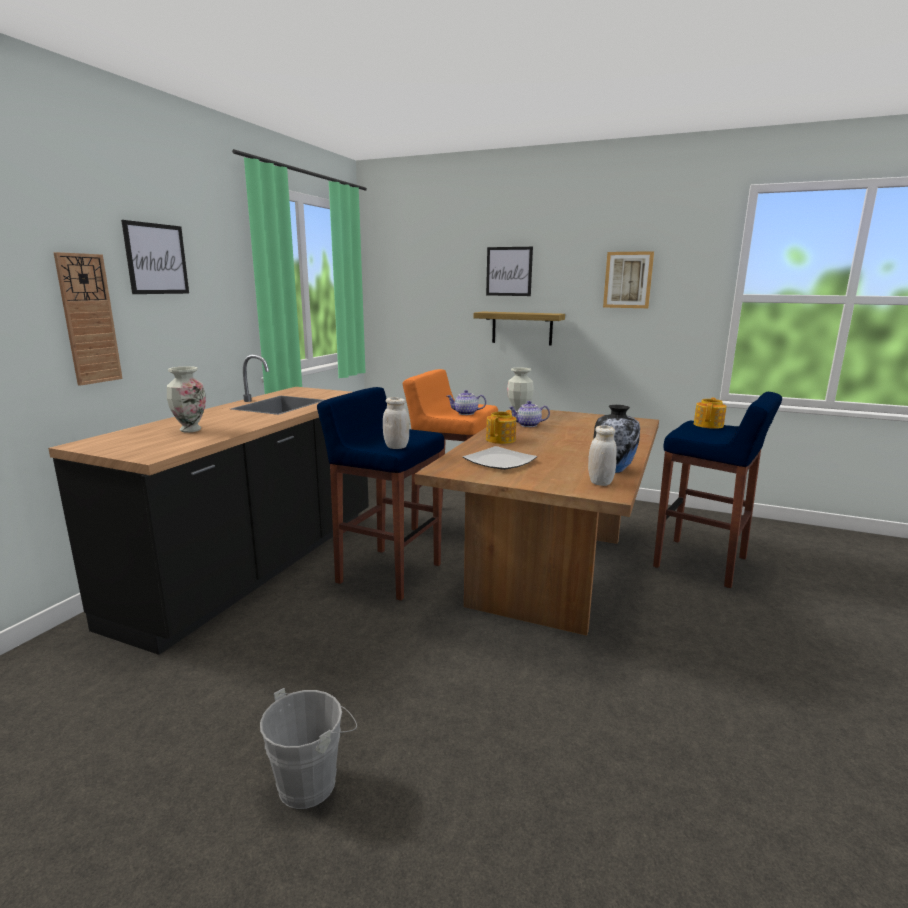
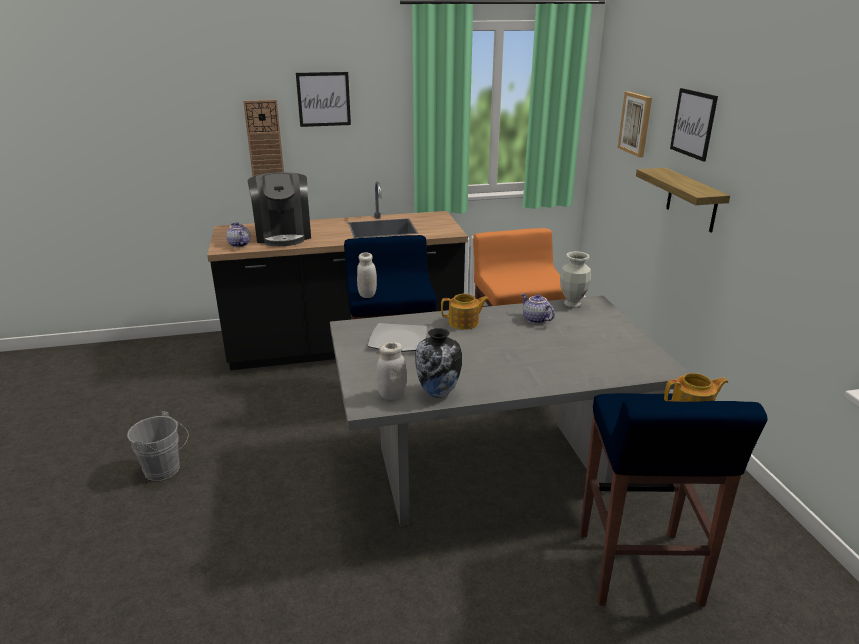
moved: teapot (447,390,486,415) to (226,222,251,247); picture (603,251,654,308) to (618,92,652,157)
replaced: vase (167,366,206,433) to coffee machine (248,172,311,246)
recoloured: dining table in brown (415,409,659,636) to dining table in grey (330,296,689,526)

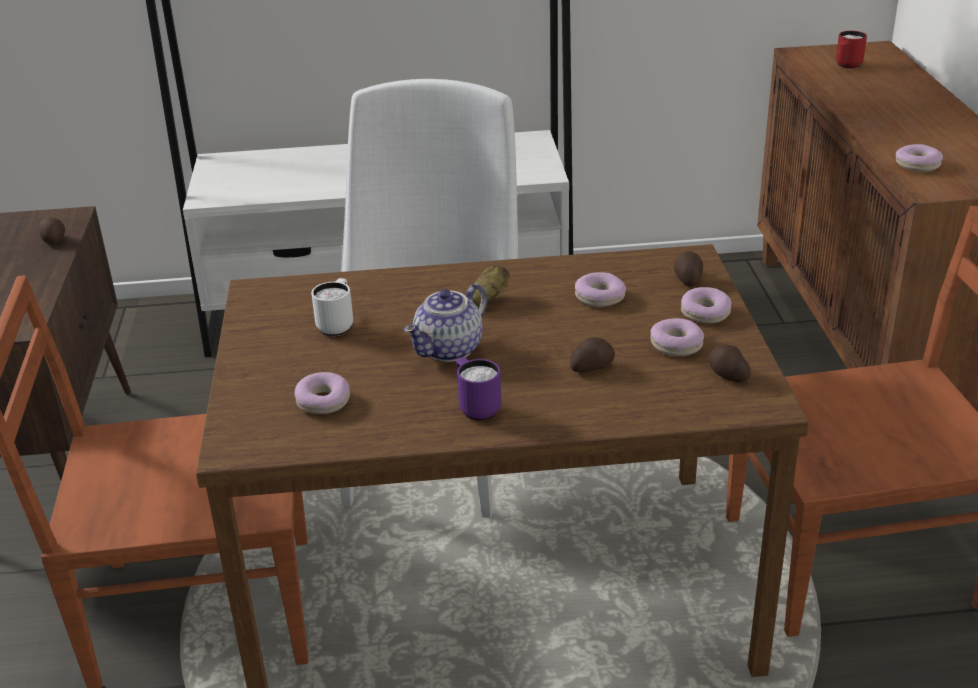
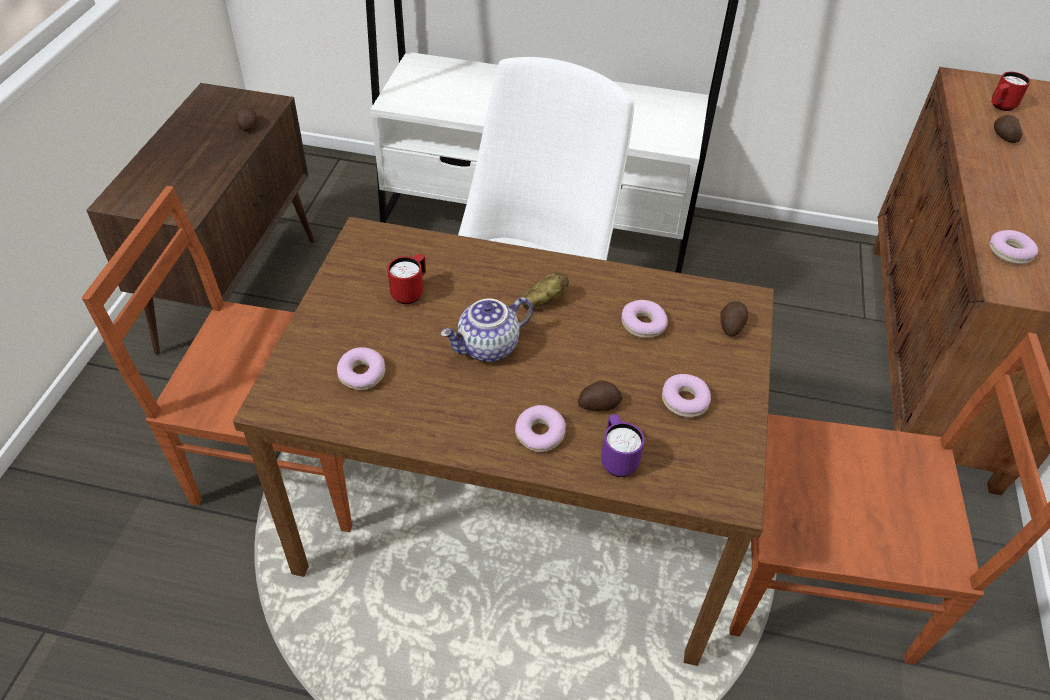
moved: donut (681,287,732,323) to (515,405,566,452); mug in purple (456,357,501,421) to (601,414,644,477); potato (708,344,751,383) to (994,115,1023,143)
recoloured: mug in white (311,278,353,336) to mug in red (387,254,426,304)

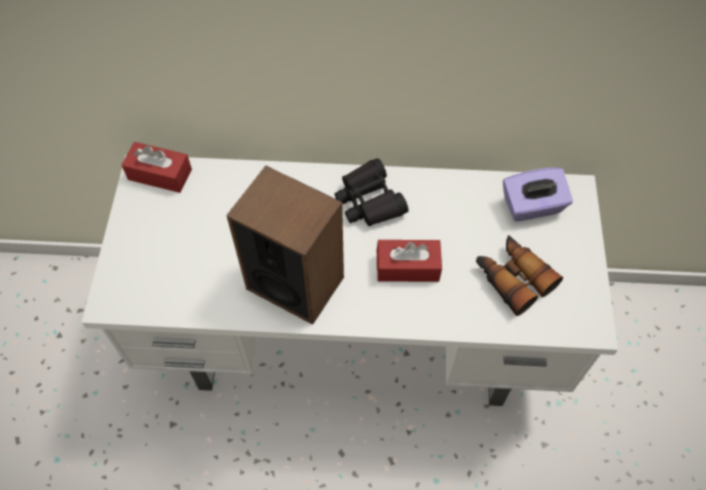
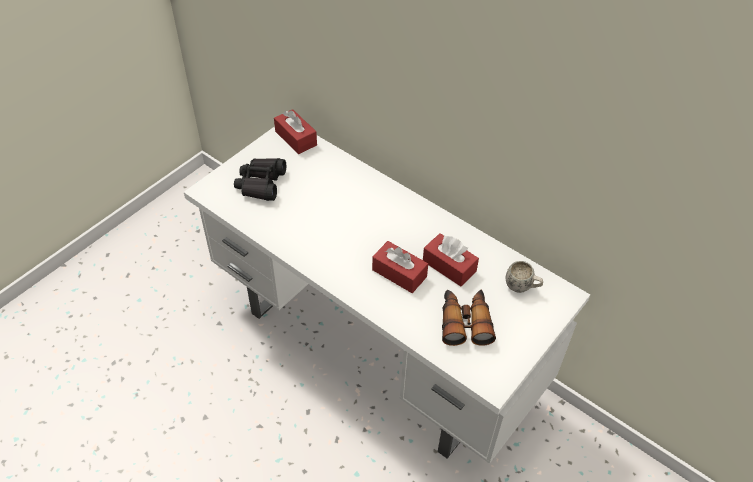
removed: speaker (226,165,344,325)
added: tissue box in red (423,233,479,287)
moved: binoculars in black (335,158,409,226) to (234,158,286,201)
replaced: tissue box in purple (503,167,573,221) to mug in white (506,261,543,293)

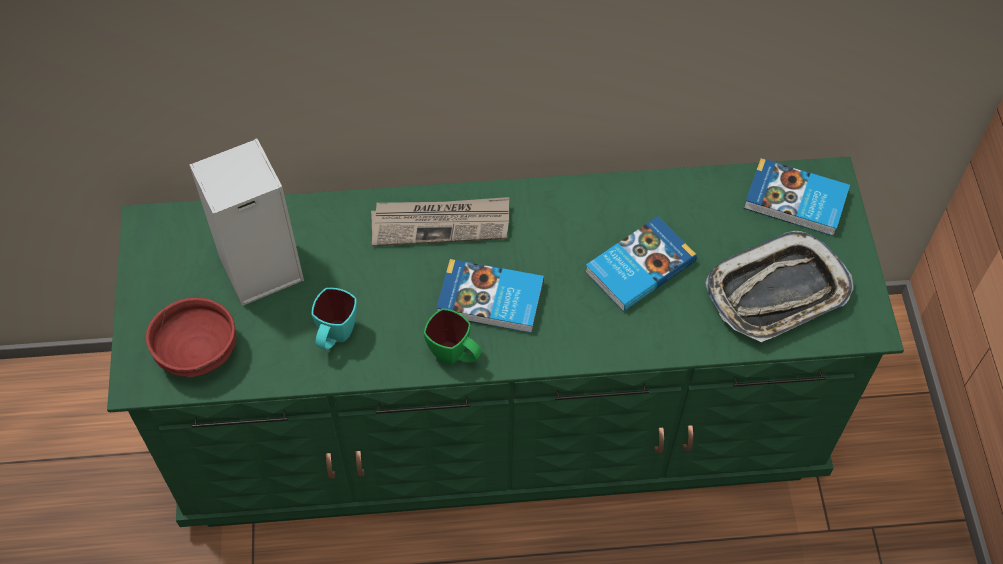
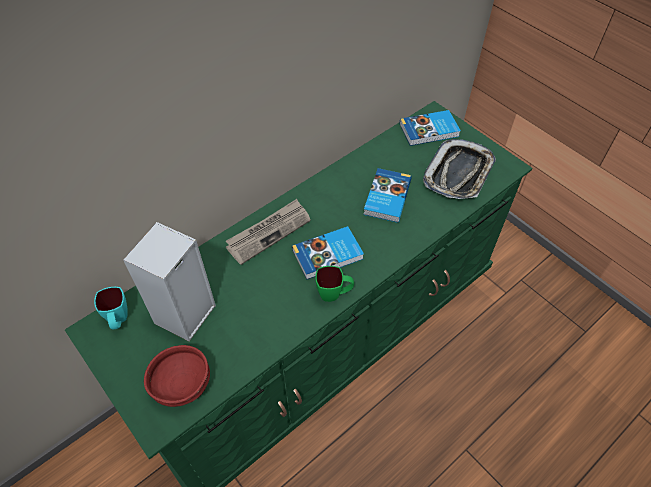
moved: mug in turquoise (312,288,357,350) to (94,287,128,329)

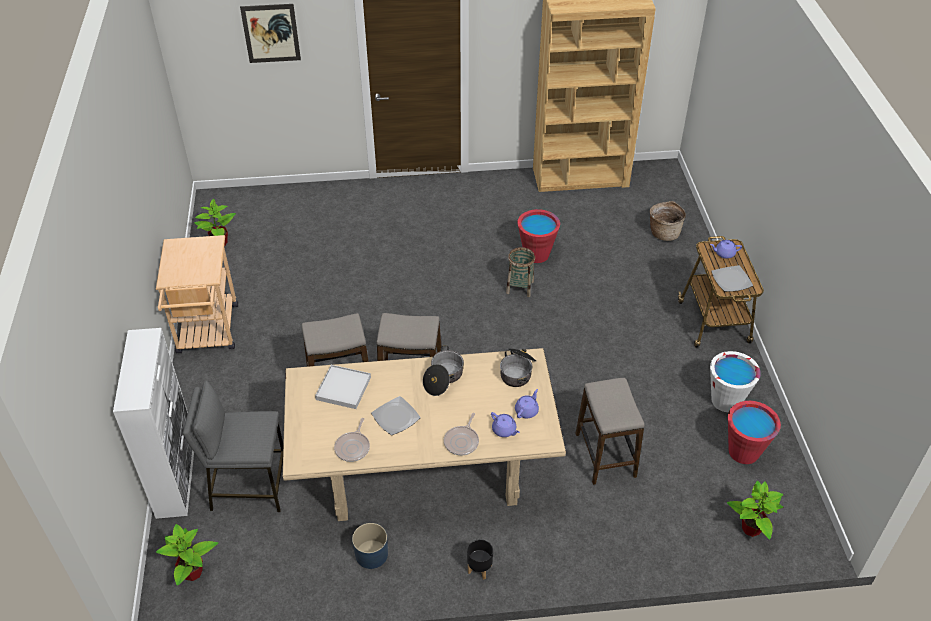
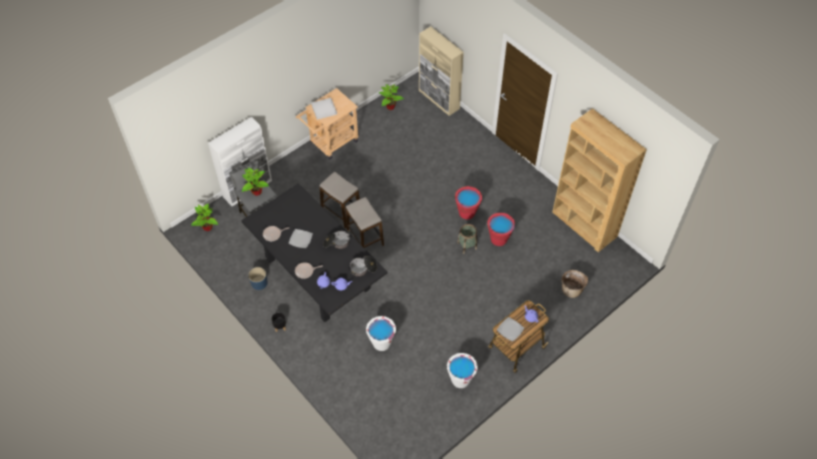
removed: picture (240,4,301,63)
added: cabinet in beige (419,26,464,116)
moved: potted plant (727,481,784,540) to (242,168,269,196); tray in white (315,365,371,409) to (311,98,337,120); bucket in red (728,401,781,464) to (455,186,482,219)
replaced: stool (575,378,645,485) to bucket in white (366,316,396,351)
recoloured: dining table in beige (283,348,566,521) to dining table in black (241,183,387,322)

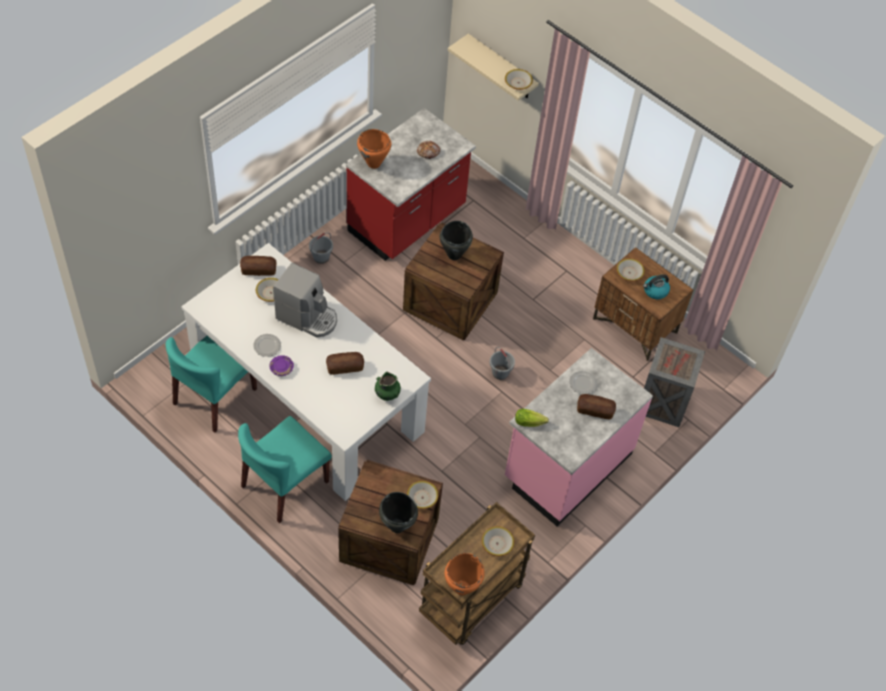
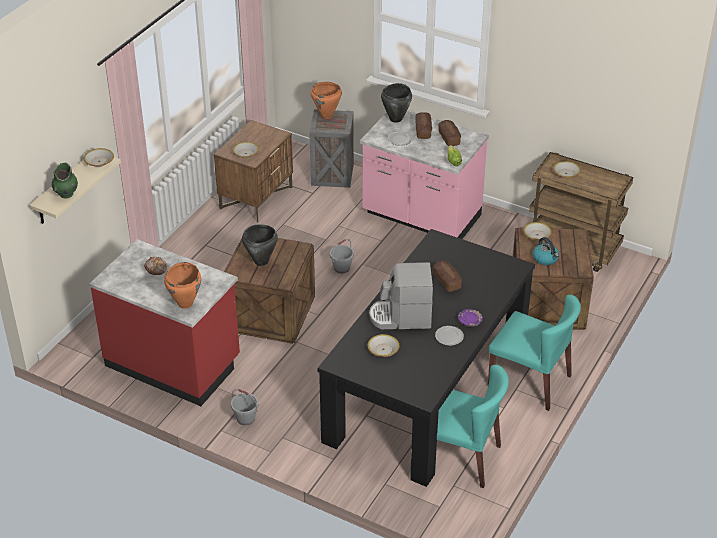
moved: vase in green (375,372,401,401) to (52,163,78,198); cooking pot in orange (445,553,485,595) to (311,82,342,119); cooking pot in black (379,492,418,533) to (381,83,412,123); bread (240,256,276,276) to (438,120,461,146); kettle (643,274,670,299) to (533,237,559,265)
recoloured: dining table in white (181,243,431,501) to dining table in black (317,229,535,487)
turned: coffee machine (273,263,337,337) = (369,262,433,329) 105 degrees counterclockwise

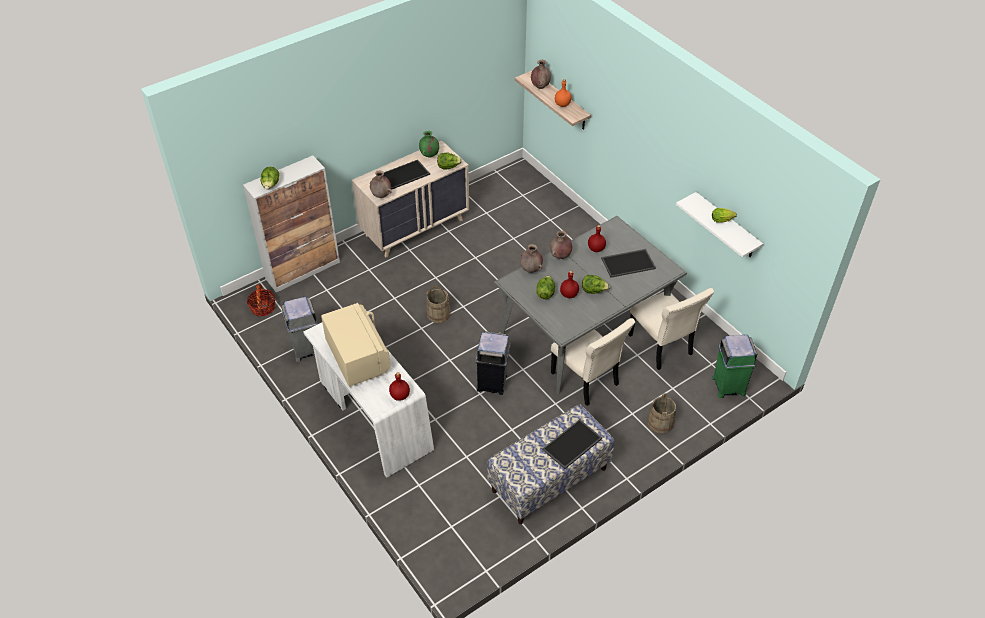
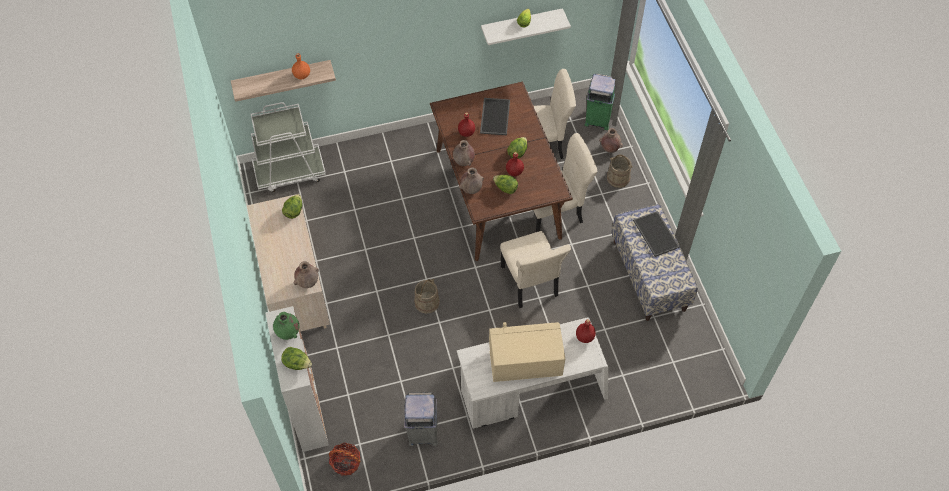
removed: tray (383,160,430,190)
added: cart in white (251,102,326,192)
moved: vase in green (419,131,439,158) to (273,312,299,340); vase in brown (531,60,551,89) to (599,128,623,153)
replaced: trash can in grey (475,331,511,395) to chair in beige (500,231,571,308)
recoloured: dining table in grey (494,216,687,394) to dining table in brown (430,82,573,261)

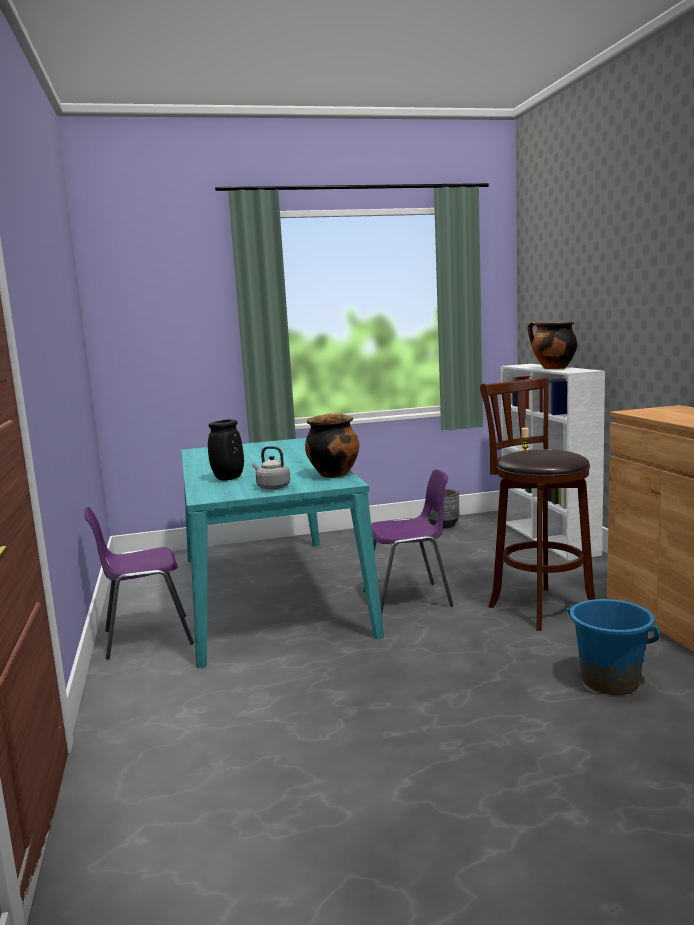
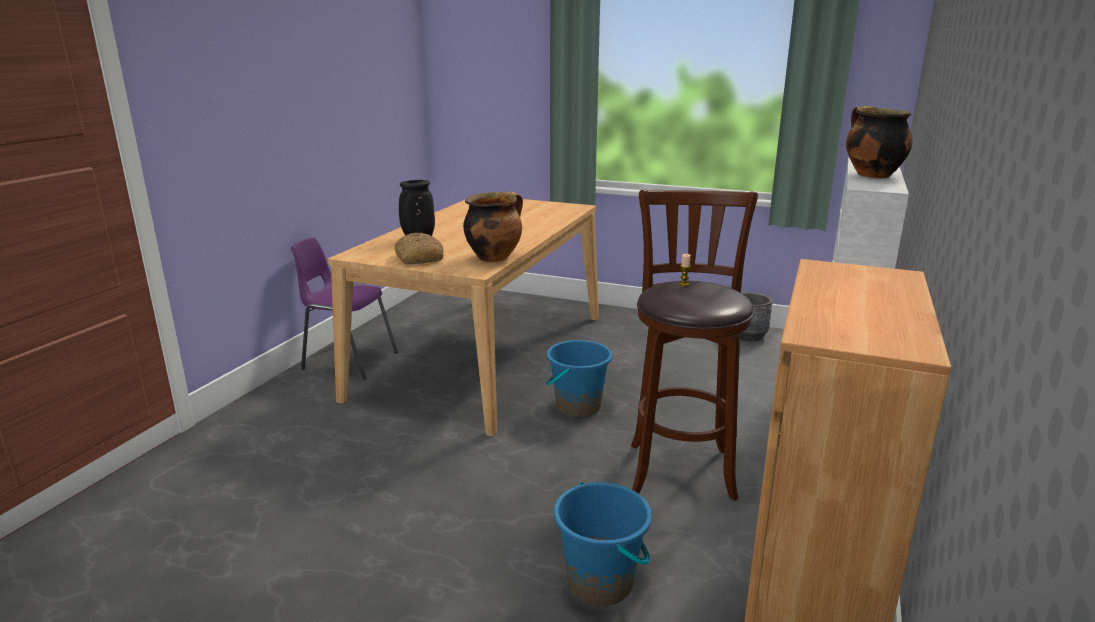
replaced: kettle in grey (252,446,290,490) to bread (394,232,444,264); chair in purple (364,469,454,613) to bucket in blue (546,340,612,417)
recoloured: dining table in turquoise (181,438,384,668) to dining table in beige (328,199,599,436)

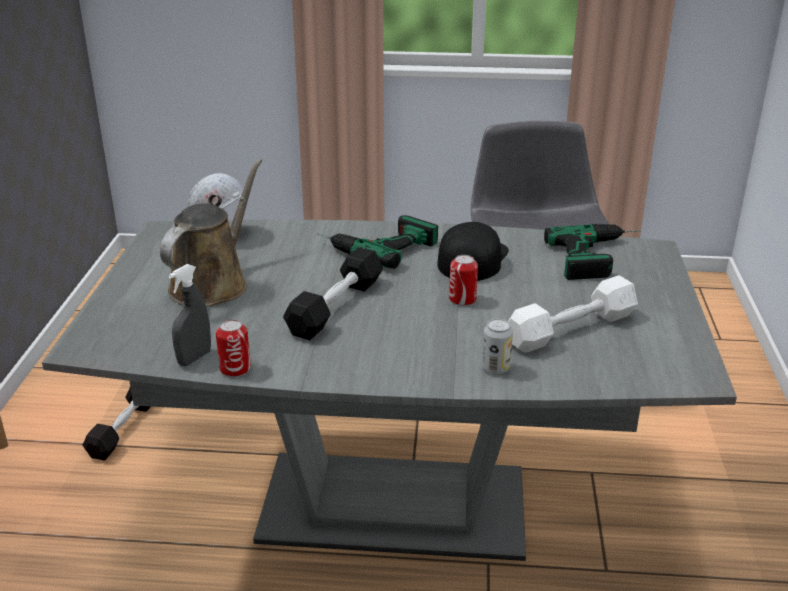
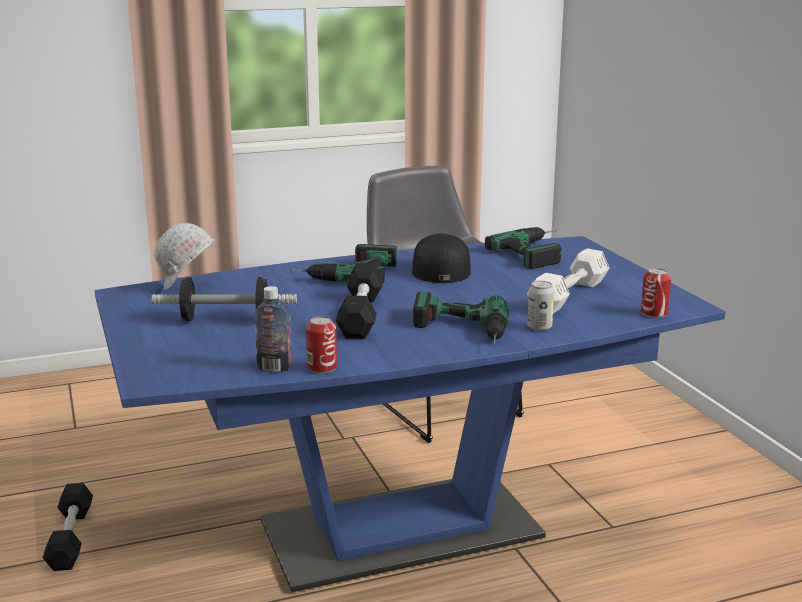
added: power drill (413,292,509,344)
moved: can (449,255,478,306) to (641,268,671,318)
replaced: watering can in brown (160,159,262,307) to dumbbell (151,277,297,321); spray bottle in grey (168,264,211,366) to bottle (254,286,292,372)
recoloured: dining table in grey (42,219,737,561) to dining table in blue (95,236,725,592)

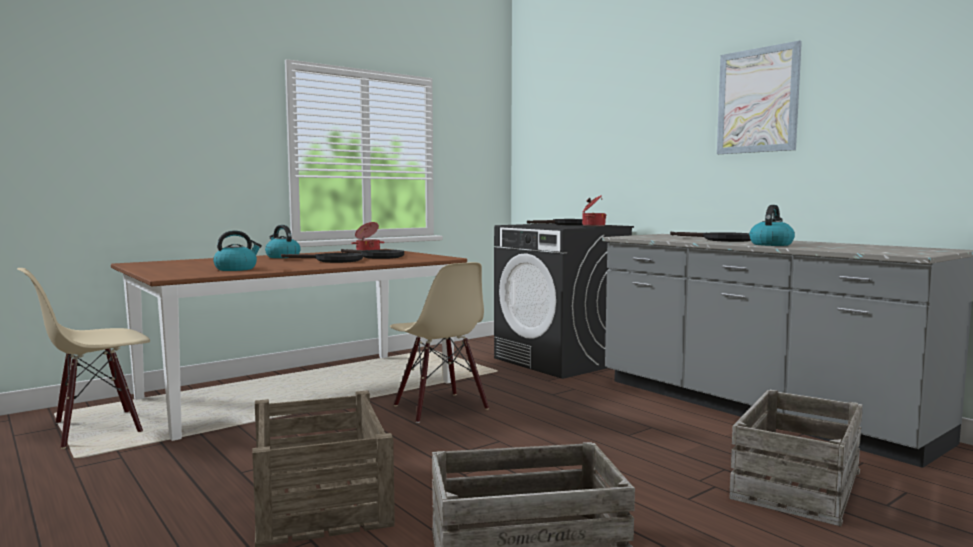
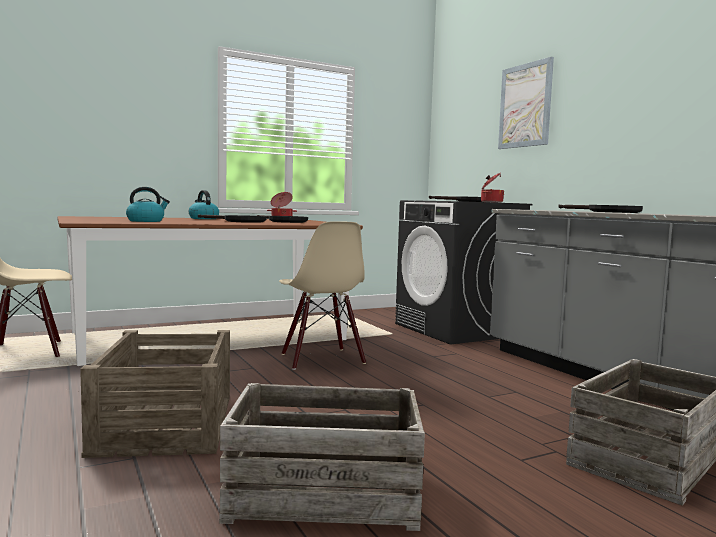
removed: kettle (749,205,795,246)
moved: picture (717,41,802,154) to (498,57,554,149)

